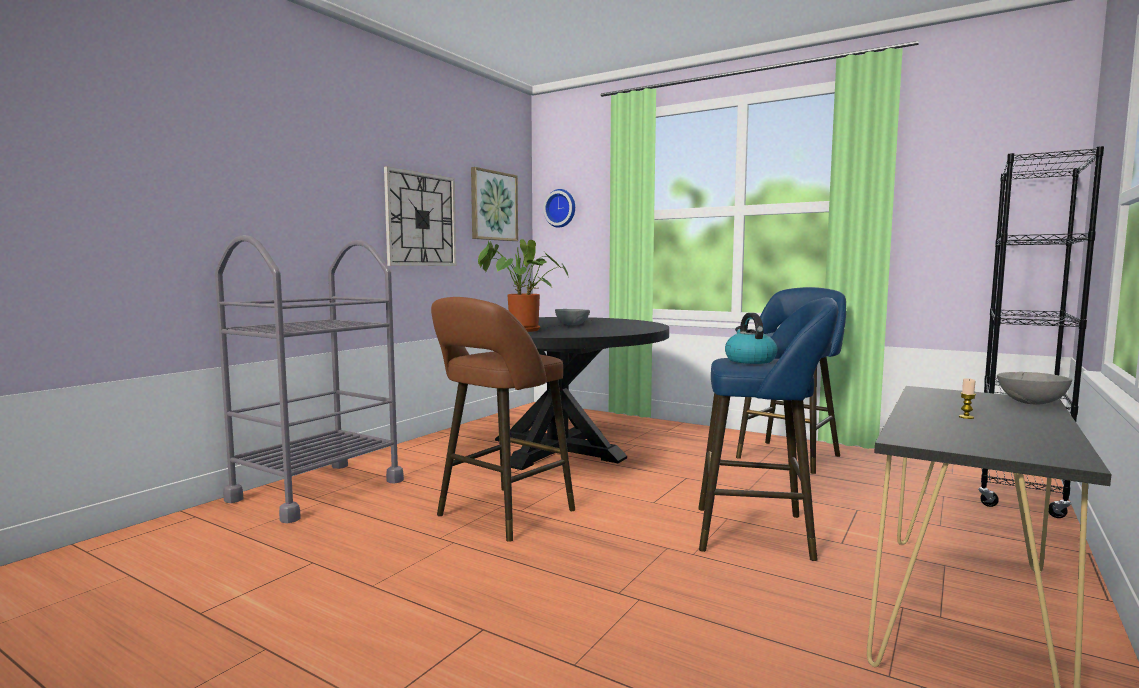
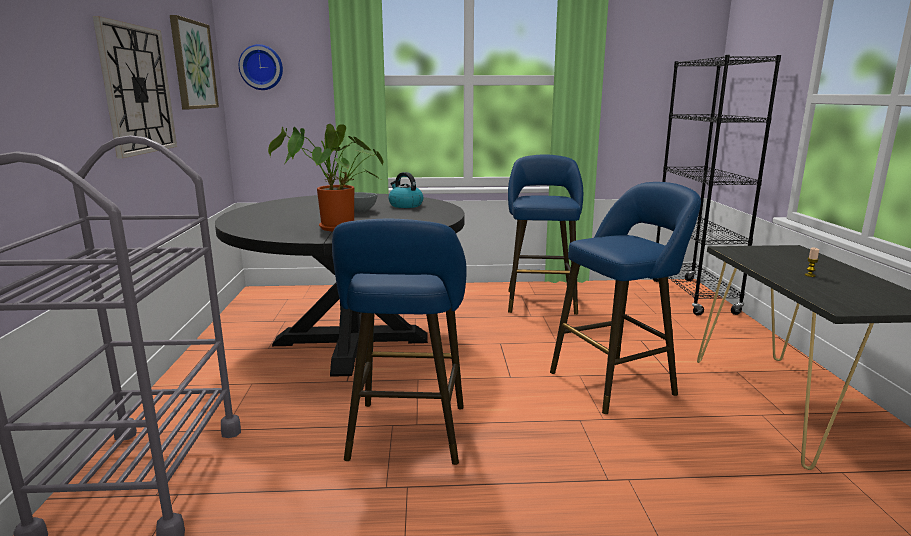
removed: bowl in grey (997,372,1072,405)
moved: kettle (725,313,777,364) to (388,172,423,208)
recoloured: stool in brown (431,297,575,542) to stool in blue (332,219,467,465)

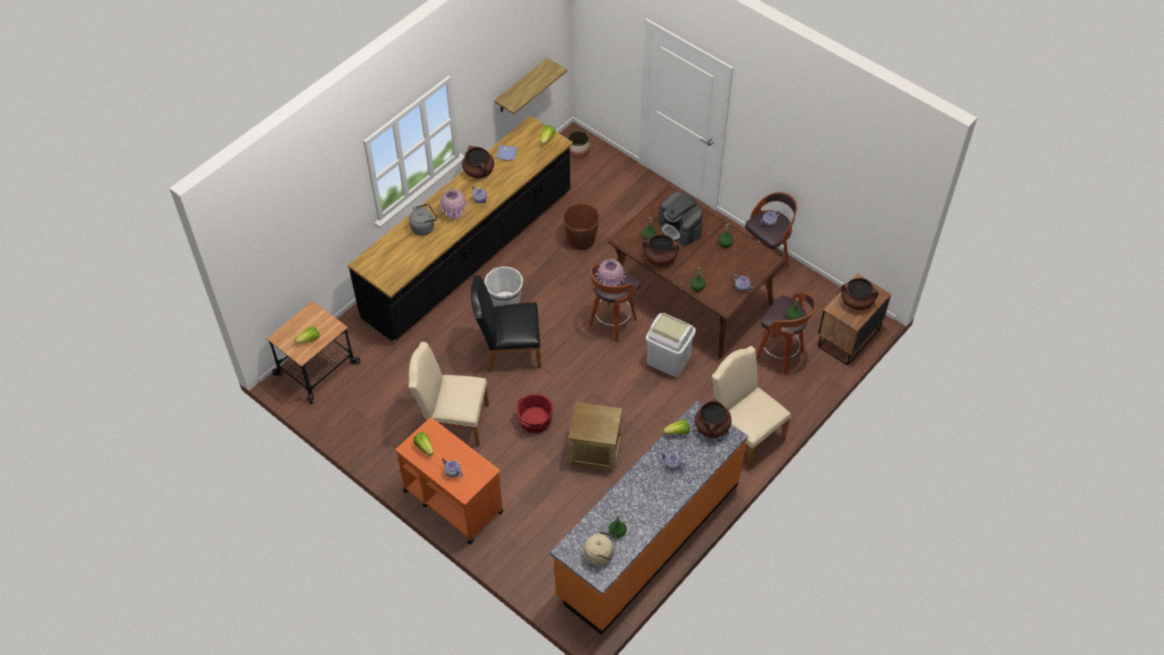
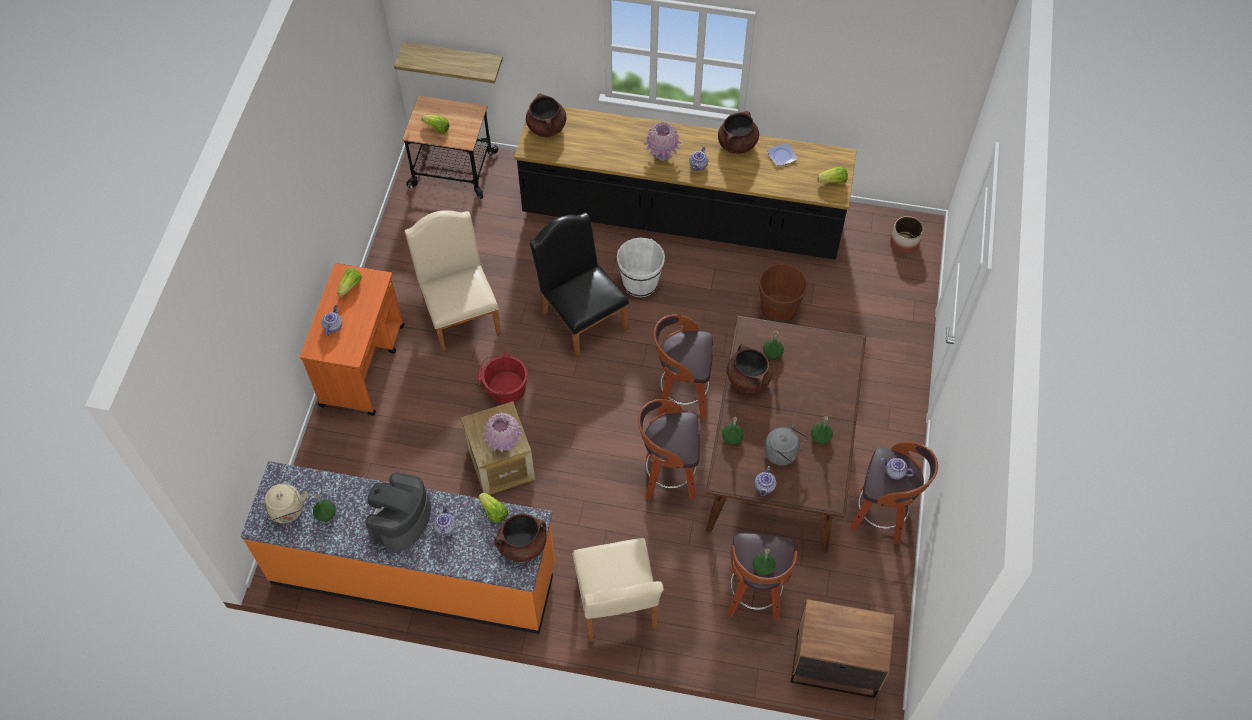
moved: coffee machine (658,191,703,246) to (365,472,431,551); shelf (494,58,567,115) to (394,42,503,84); vase in pink (596,259,626,286) to (481,413,524,453); cooking pot in brown (841,278,879,310) to (526,93,566,137); kettle in grey (409,204,437,236) to (764,424,807,466)
replaced: trash can in white (646,313,696,377) to stool (638,399,700,500)
turned: chair in beige (712,346,791,468) = (573,538,664,642) 150 degrees clockwise

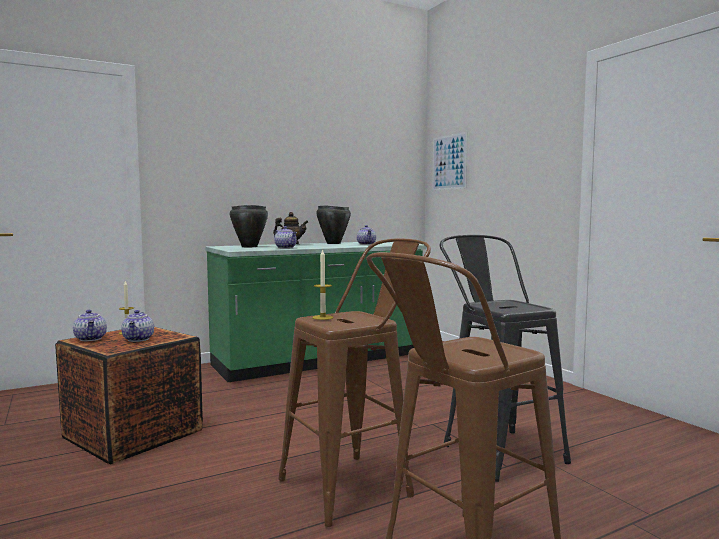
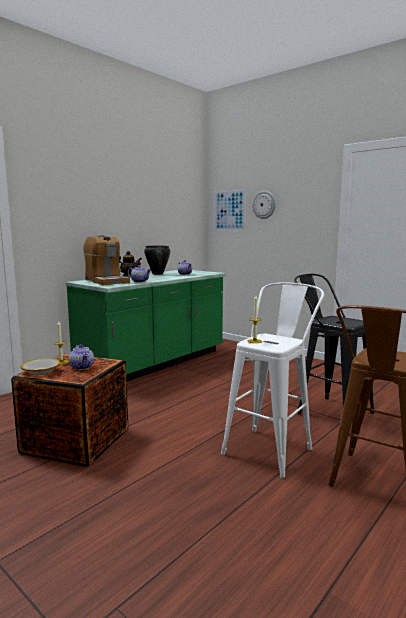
added: wall clock (252,191,276,219)
replaced: teapot (73,310,107,341) to bowl (20,358,61,375); cooking pot in black (230,205,268,247) to coffee machine (83,235,130,285)
recoloured: stool in brown (278,238,431,527) to stool in white (221,282,324,478)

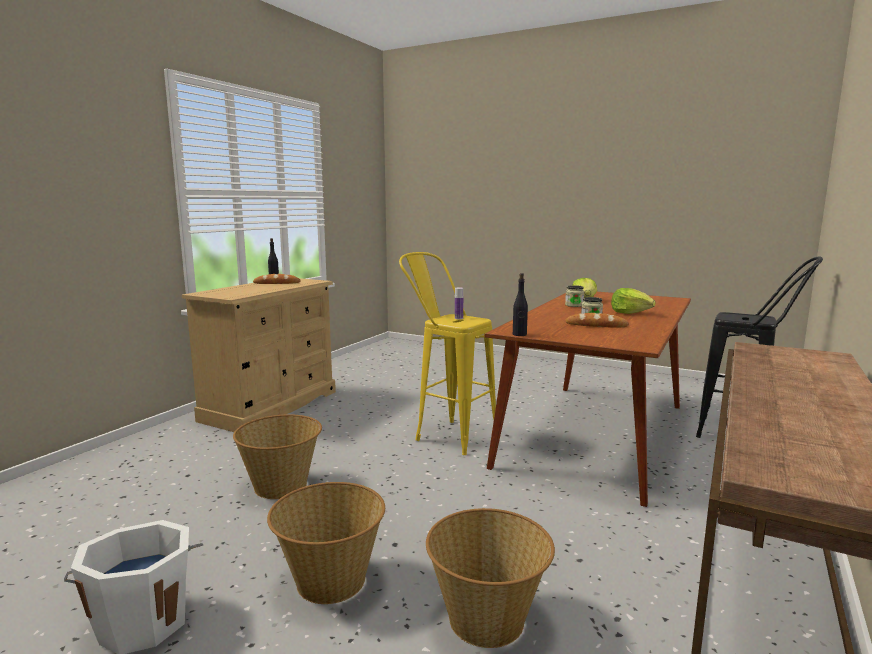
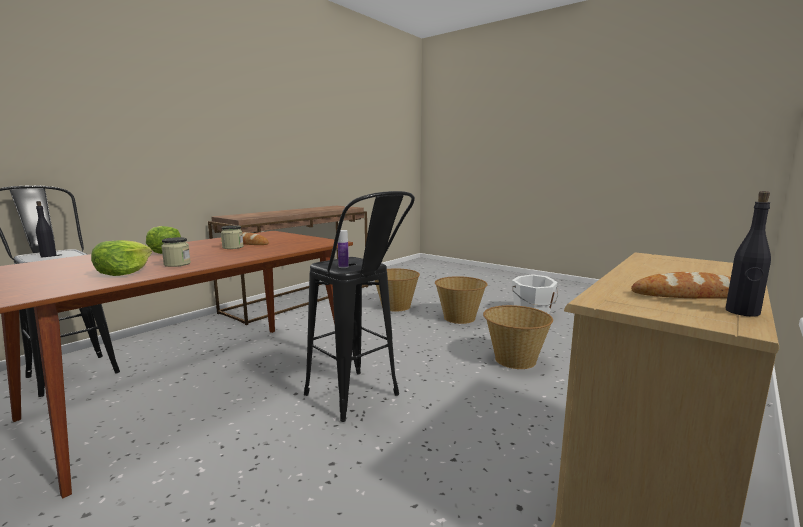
moved: bottle in black (513,273,528,336) to (36,201,56,257)
recoloured: stool in yellow (399,252,496,455) to stool in black (304,191,415,422)

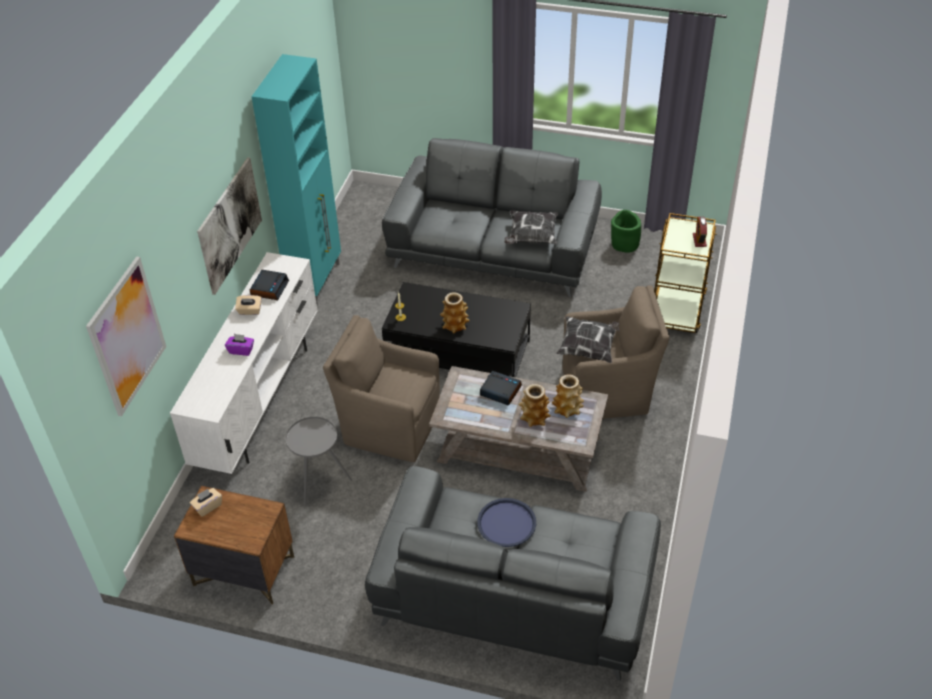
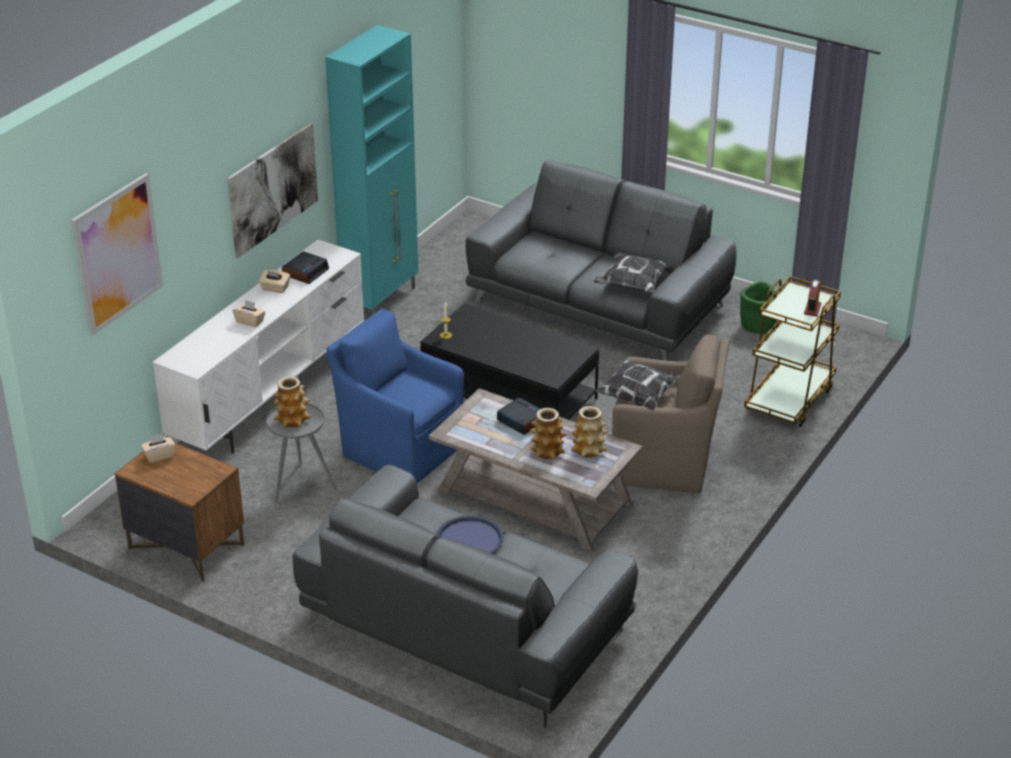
moved: vase (440,292,470,333) to (274,376,311,428)
recoloured: tissue box in purple (225,334,254,356) to tissue box in beige (233,300,266,327); armchair in brown (323,315,440,462) to armchair in blue (326,309,464,483)

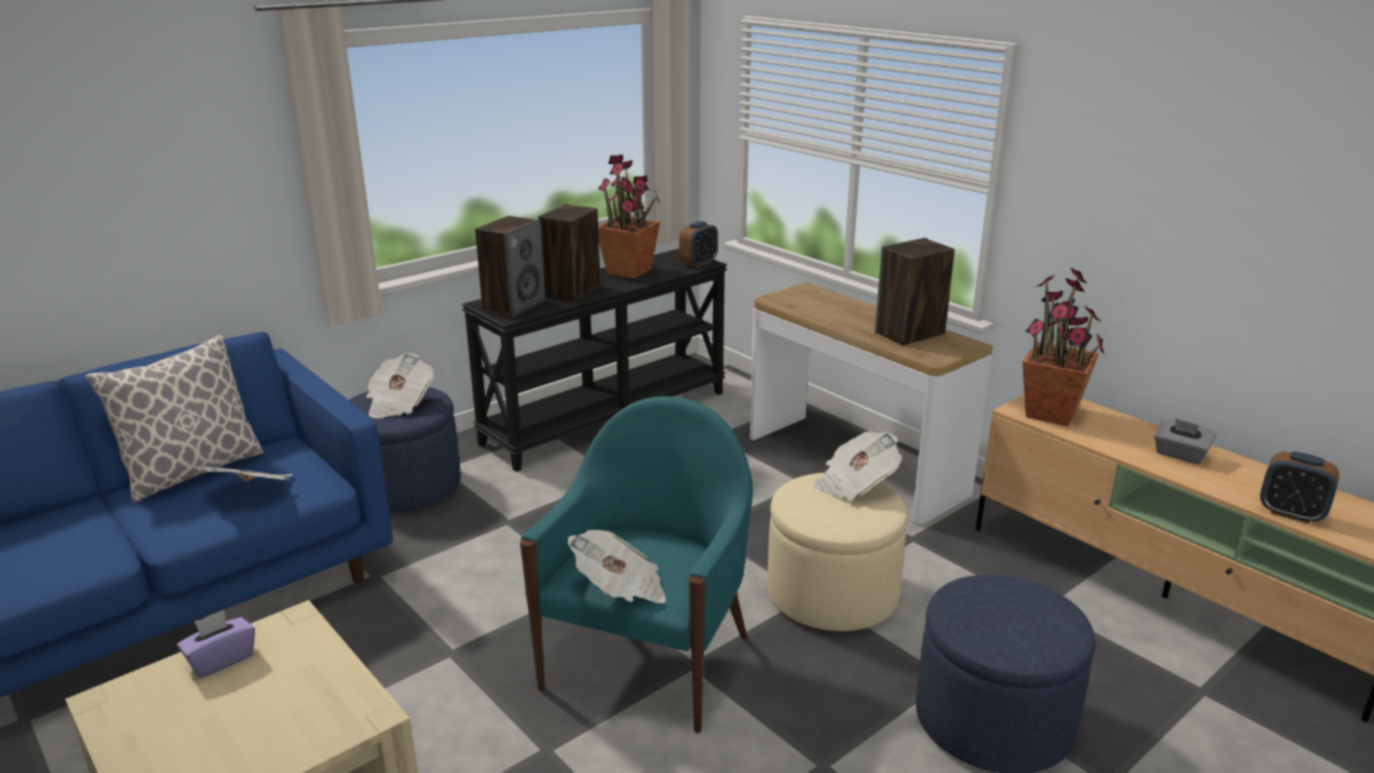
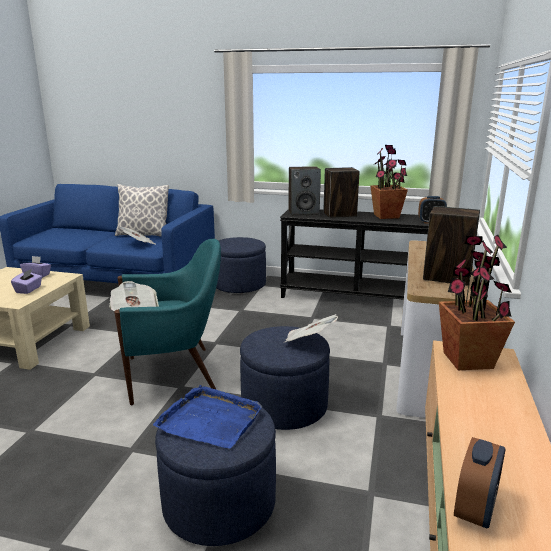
removed: newspaper (366,353,434,418); tissue box in grey (1154,418,1217,465)
added: tissue box in purple (11,269,42,294); tray in blue (153,385,262,449)
recoloured: ottoman in beige (767,473,908,631) to ottoman in blue (240,326,330,430)
turned: alarm clock (1260,451,1340,524) = (454,437,505,529) 150 degrees counterclockwise

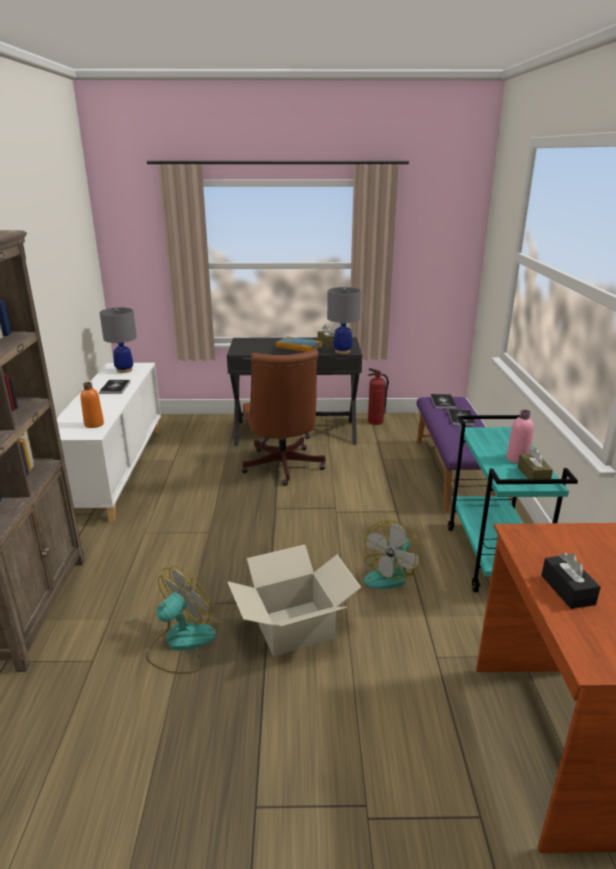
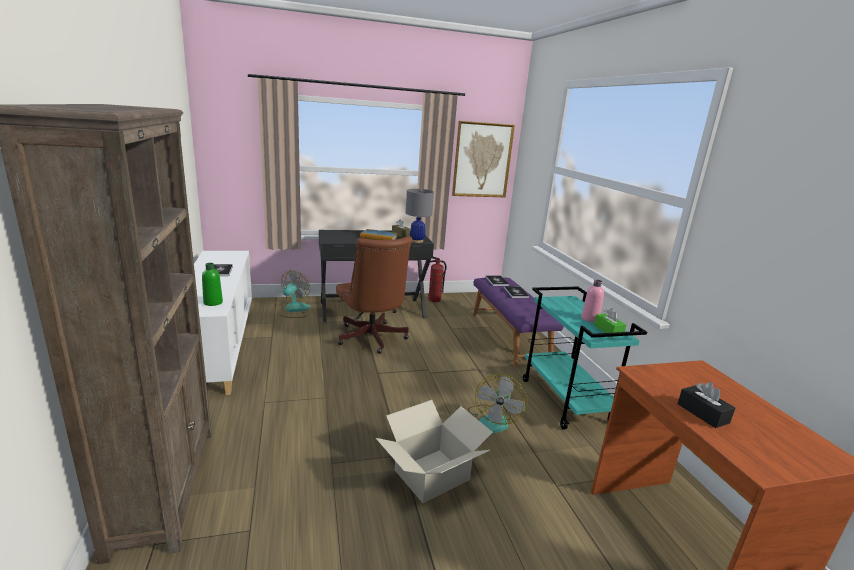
removed: table lamp in grey (99,308,137,373)
added: picture (452,121,515,198)
moved: fan (146,566,217,674) to (277,270,311,318)
recoloured: bottle in orange (81,382,104,428) to bottle in green (202,263,223,306); tissue box in brown (518,448,553,479) to tissue box in green (594,308,626,337)

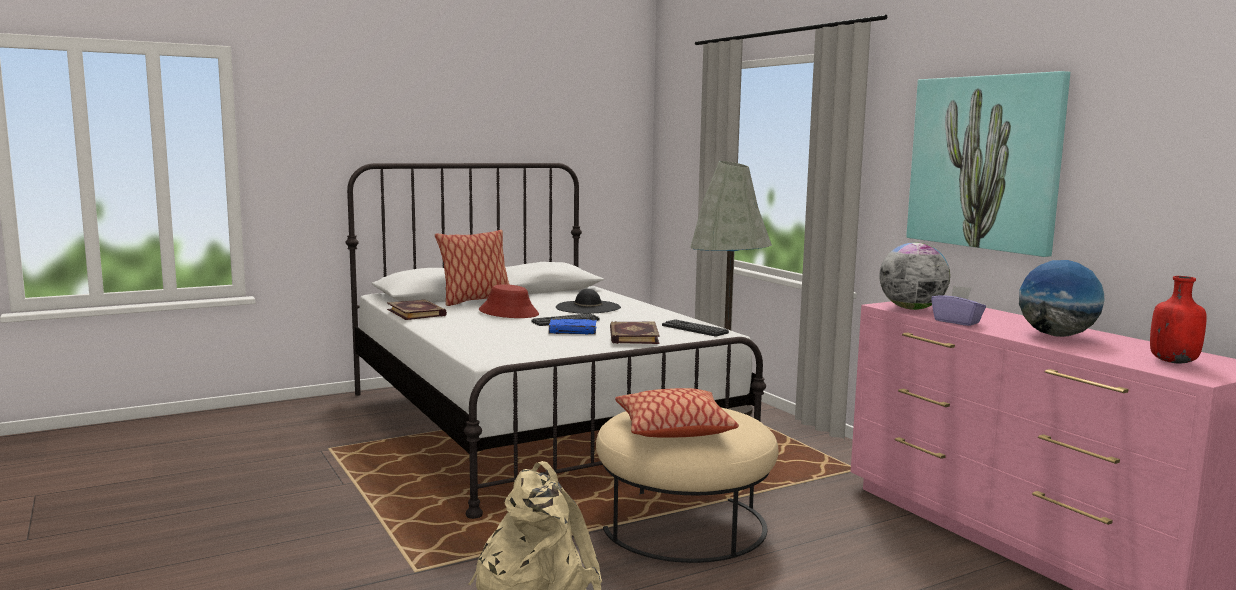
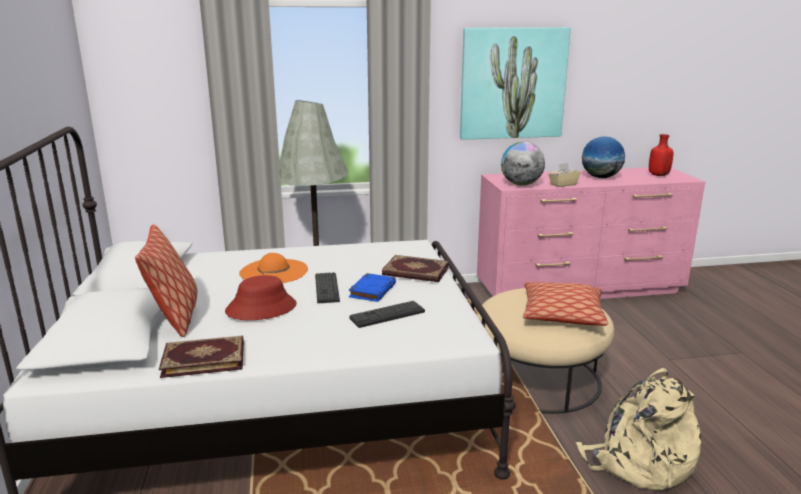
moved: keyboard (662,319,729,337) to (349,301,425,328)
recoloured: hat in black (556,289,621,314) to hat in orange (239,253,308,283); tissue box in purple (931,285,986,326) to tissue box in beige (548,163,581,187)

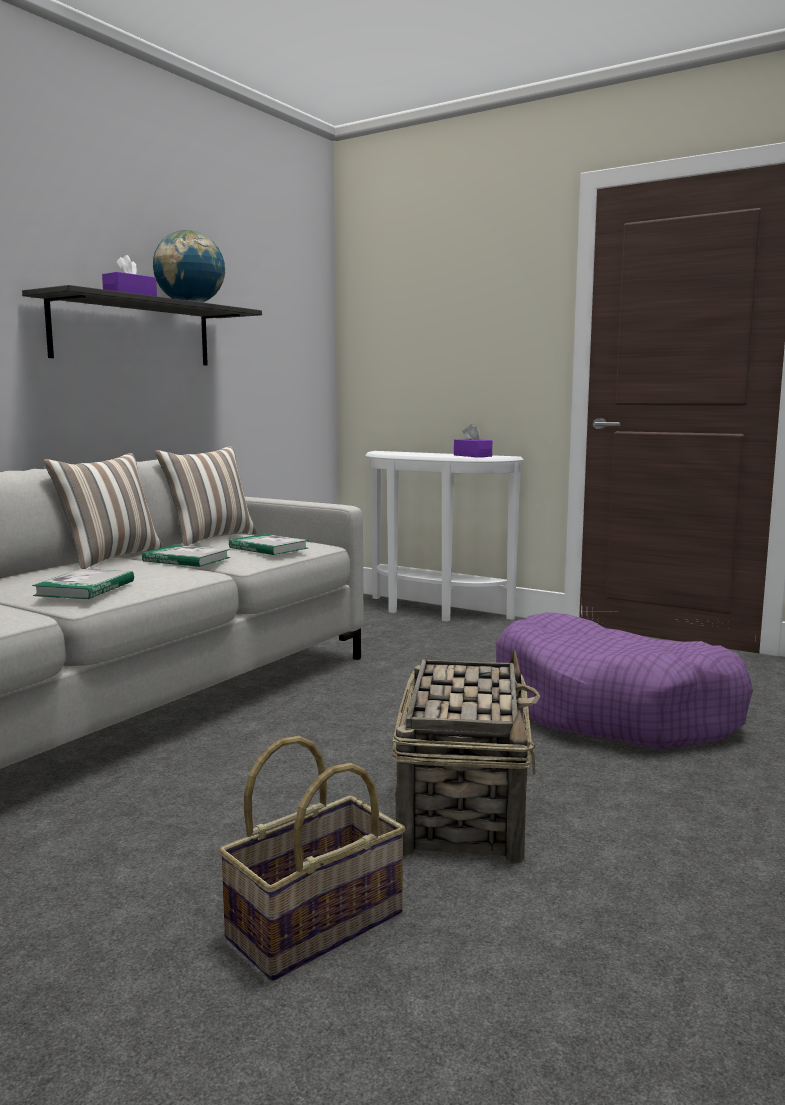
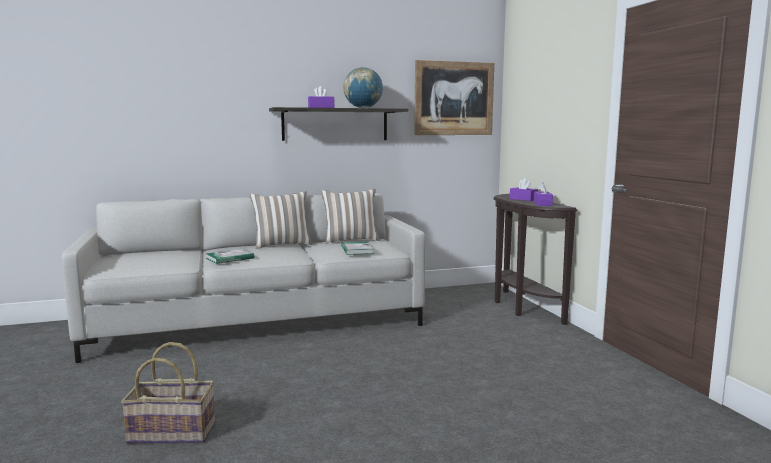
removed: book (142,545,230,567); basket (392,650,540,863); dog bed in purple (496,612,753,749)
added: picture (414,60,494,135); tissue box in purple (510,178,538,201)
recoloured: console table in white (365,451,524,622) to console table in brown (493,194,577,325)

